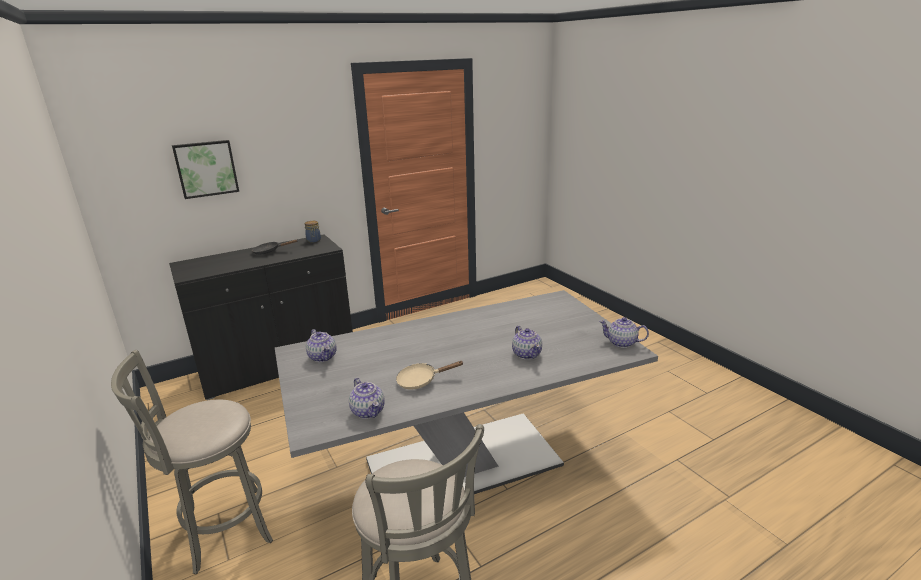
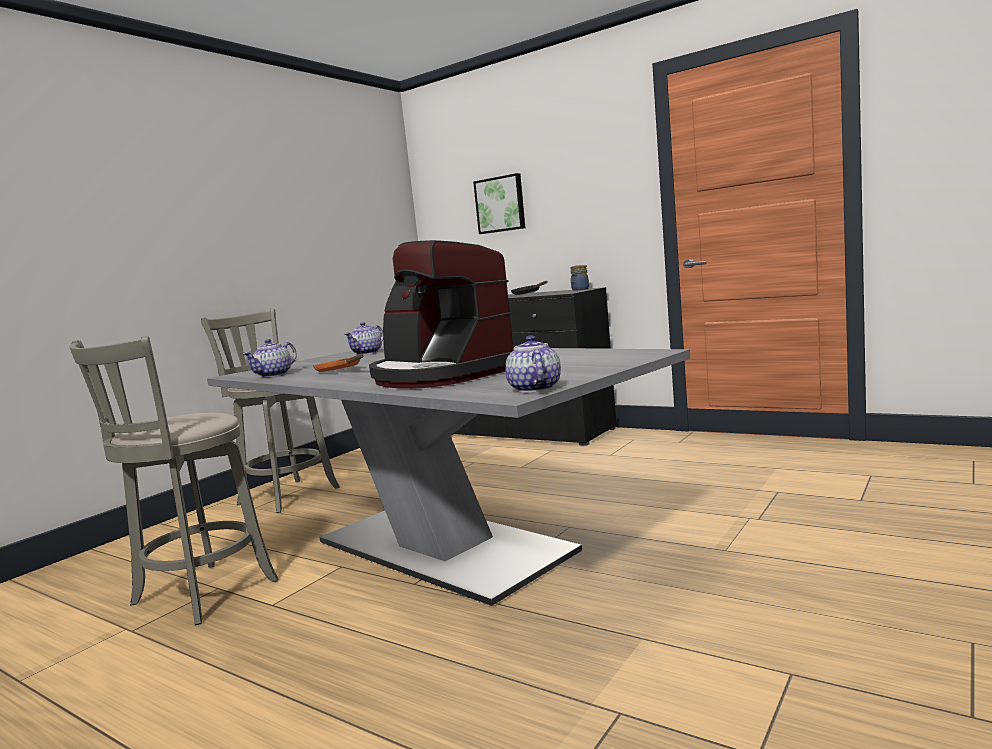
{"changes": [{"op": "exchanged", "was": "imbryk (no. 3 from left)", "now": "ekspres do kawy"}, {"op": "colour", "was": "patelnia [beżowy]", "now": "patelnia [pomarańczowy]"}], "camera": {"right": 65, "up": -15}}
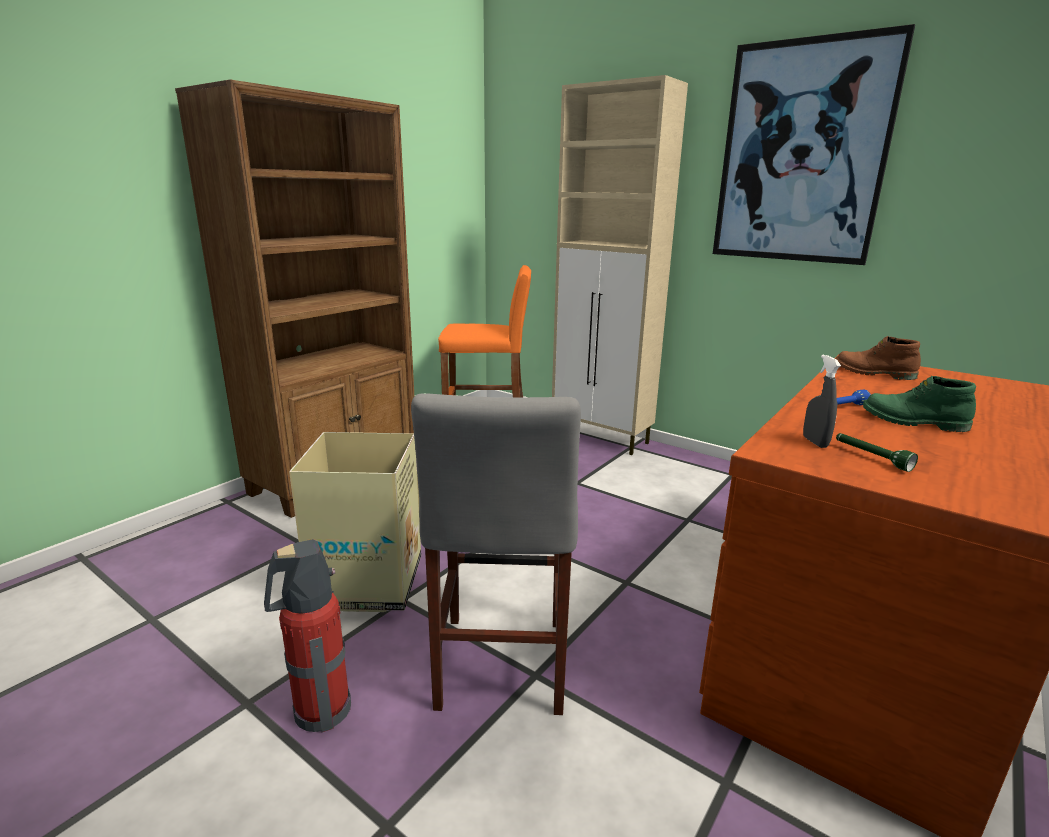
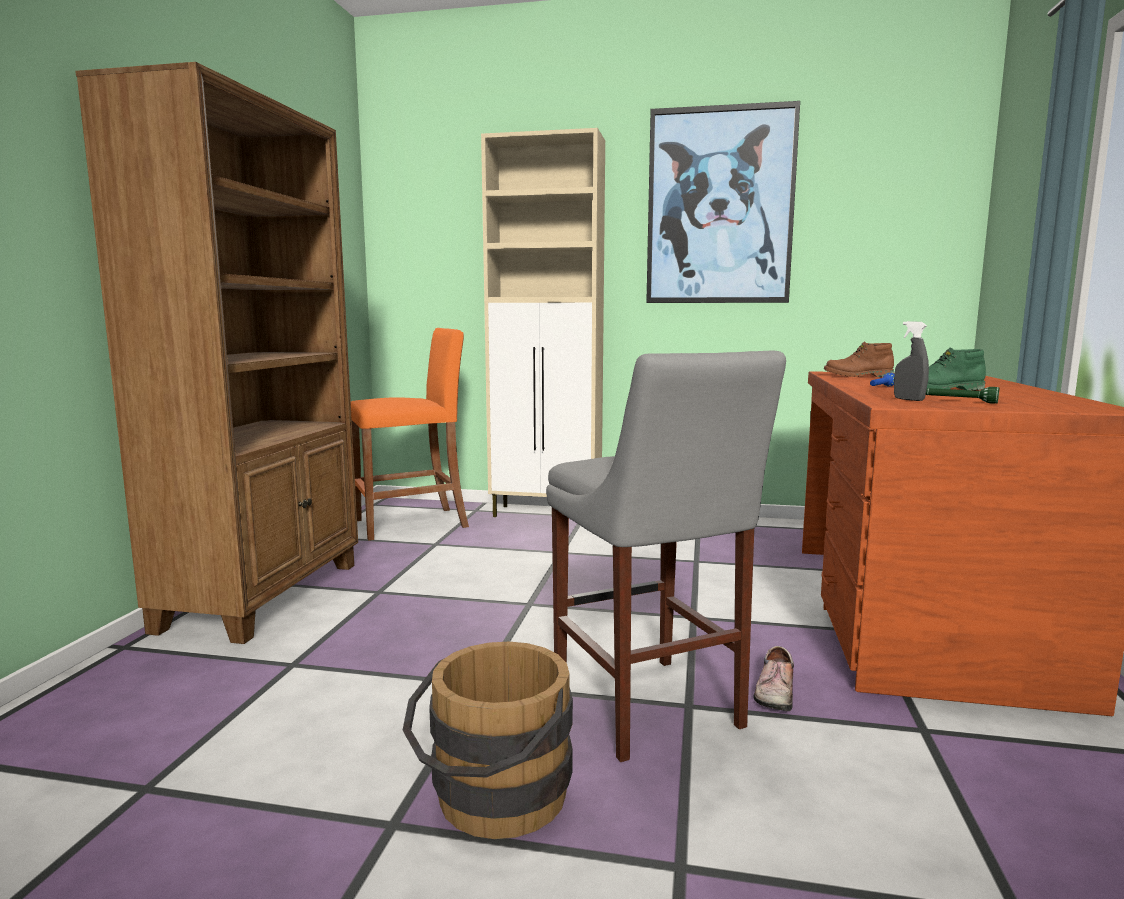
{"changes": [{"op": "missing", "was": "karton"}, {"op": "exchanged", "was": "gaśnica", "now": "wiadro [brązowy]"}, {"op": "appeared", "now": "but"}], "camera": {"right": -25, "up": -10}}
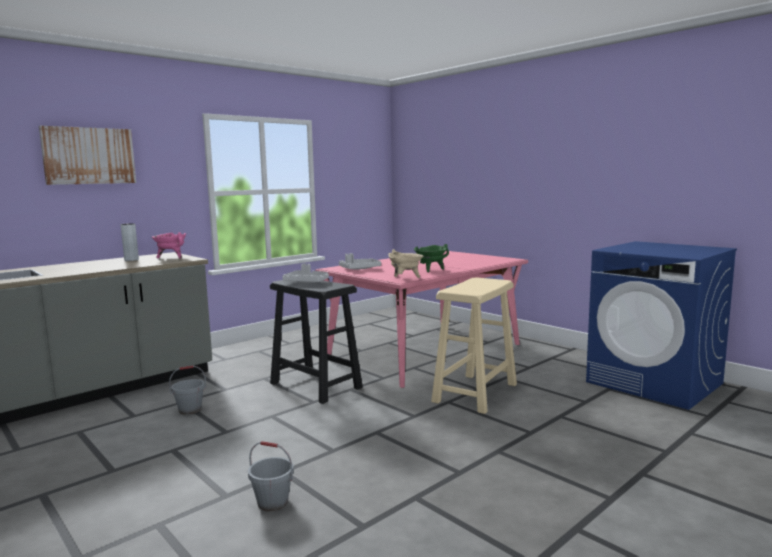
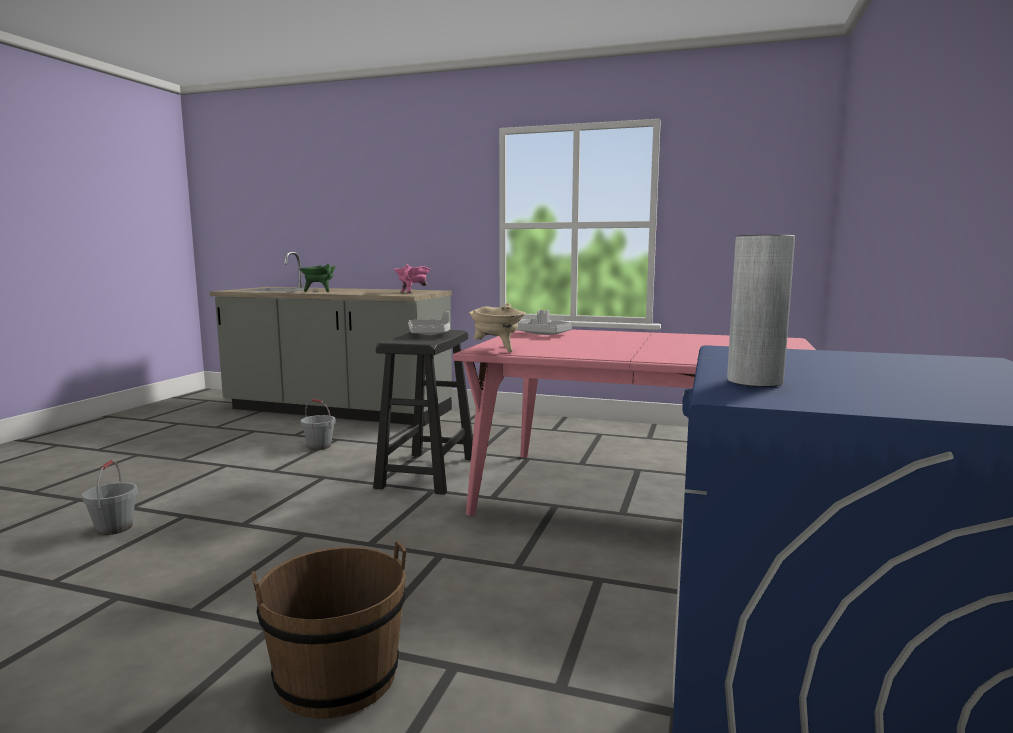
{"changes": [{"op": "missing", "was": "obraz"}, {"op": "relocated", "was": "wazon [szary]"}, {"op": "relocated", "was": "garnek [zielony]"}, {"op": "missing", "was": "stołek [beżowy]"}, {"op": "appeared", "now": "wiadro [brązowy]"}], "camera": {"right": 60, "up": 0}}
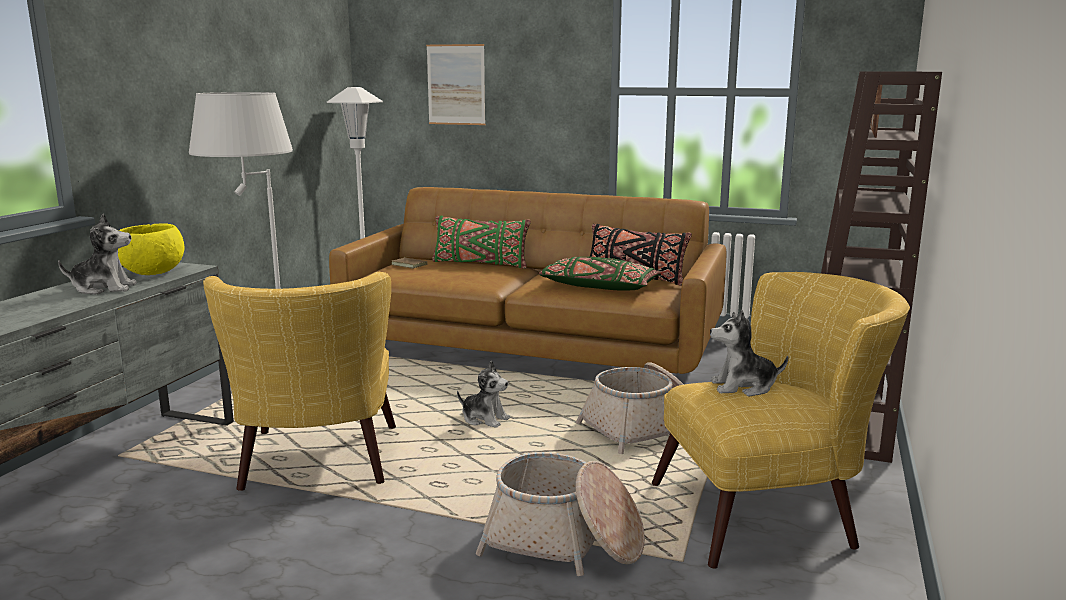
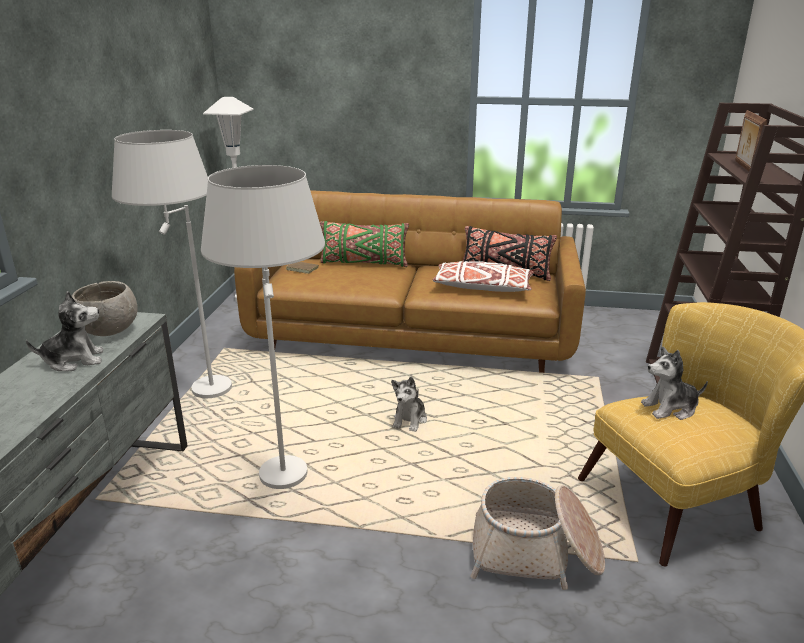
{"changes": [{"op": "missing", "was": "obraz"}, {"op": "colour", "was": "miska [żółty]", "now": "miska [szary]"}, {"op": "colour", "was": "poduszka [zielony] (no. 2 from left)", "now": "poduszka [biały]"}, {"op": "exchanged", "was": "fotel [żółty] (no. 1 from left)", "now": "lampa stojąca [biały] (no. 3 from left)"}, {"op": "spun", "was": "pluszak (no. 2 from left)", "clockwise": 90}, {"op": "missing", "was": "koszyk (no. 2 from left)"}], "camera": {"right": -10, "up": 10}}
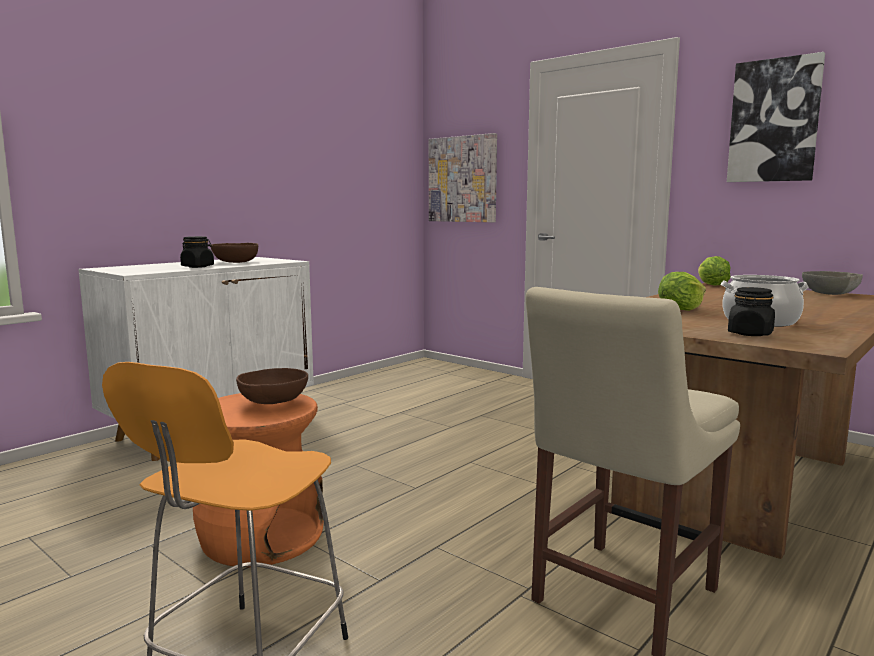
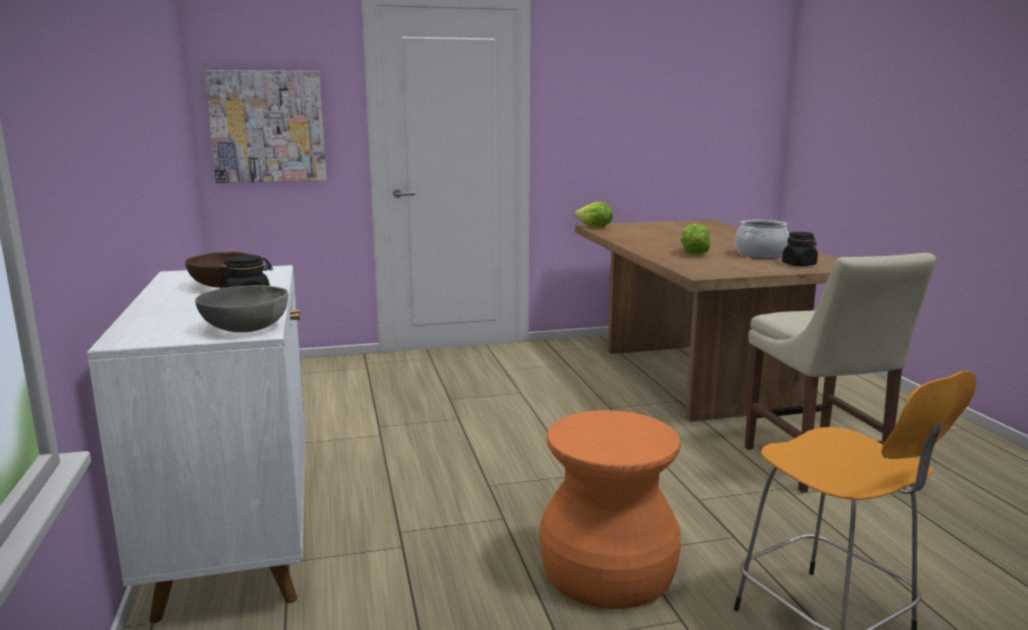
{"changes": [{"op": "missing", "was": "obraz (no. 2 from left)"}, {"op": "relocated", "was": "miska [szary]"}, {"op": "missing", "was": "miska [brązowy] (no. 2 from left)"}], "camera": {"right": -55, "up": 5}}
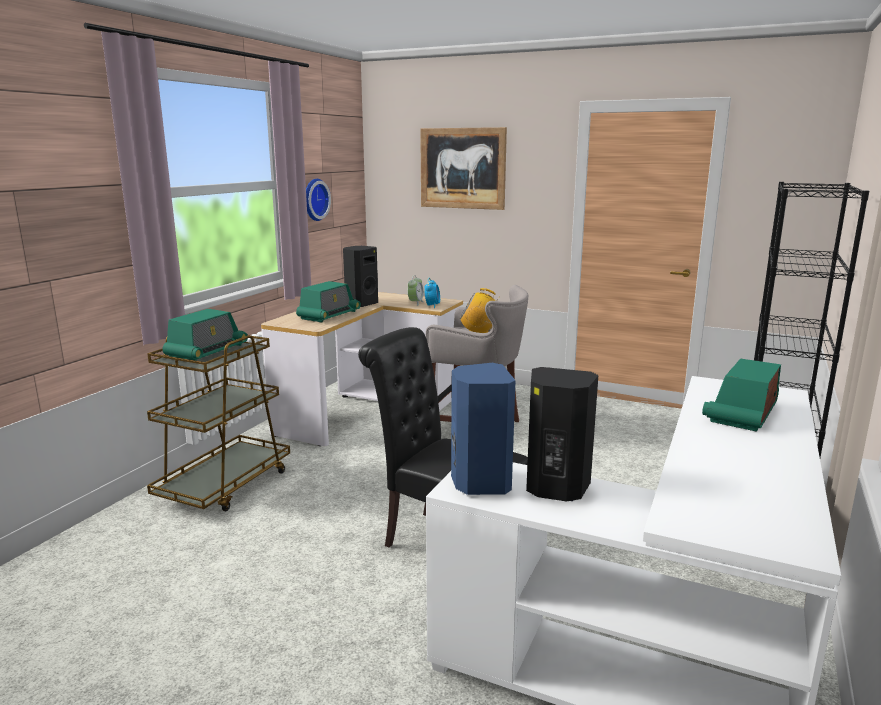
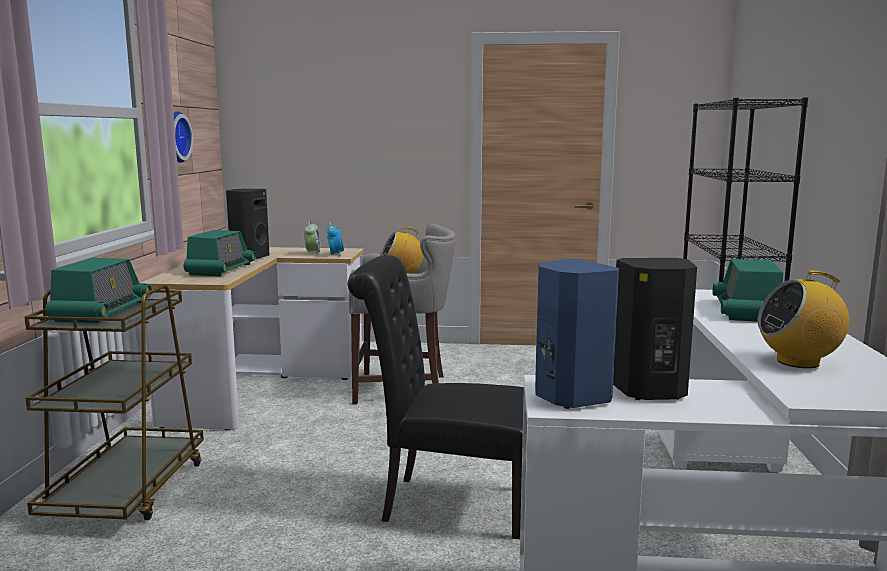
{"changes": [{"op": "missing", "was": "obraz"}, {"op": "appeared", "now": "radio (no. 5 from left)"}], "camera": {"right": -20, "up": -5}}
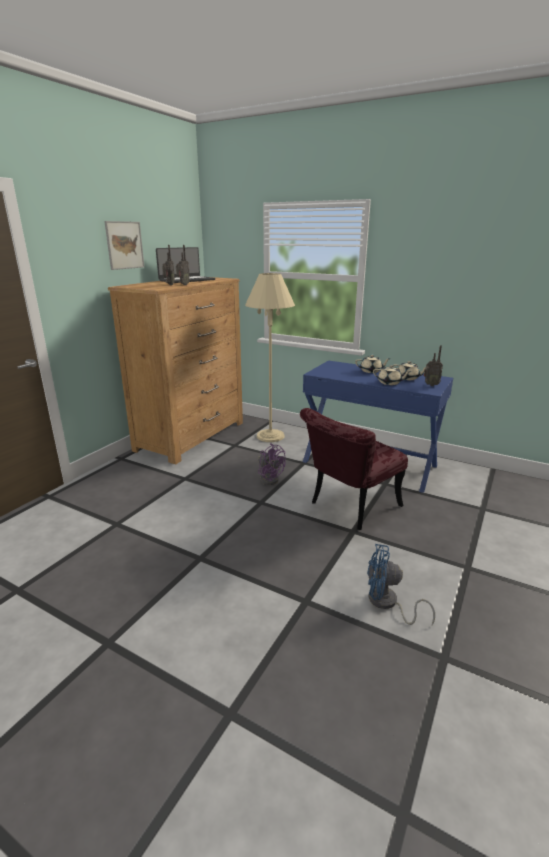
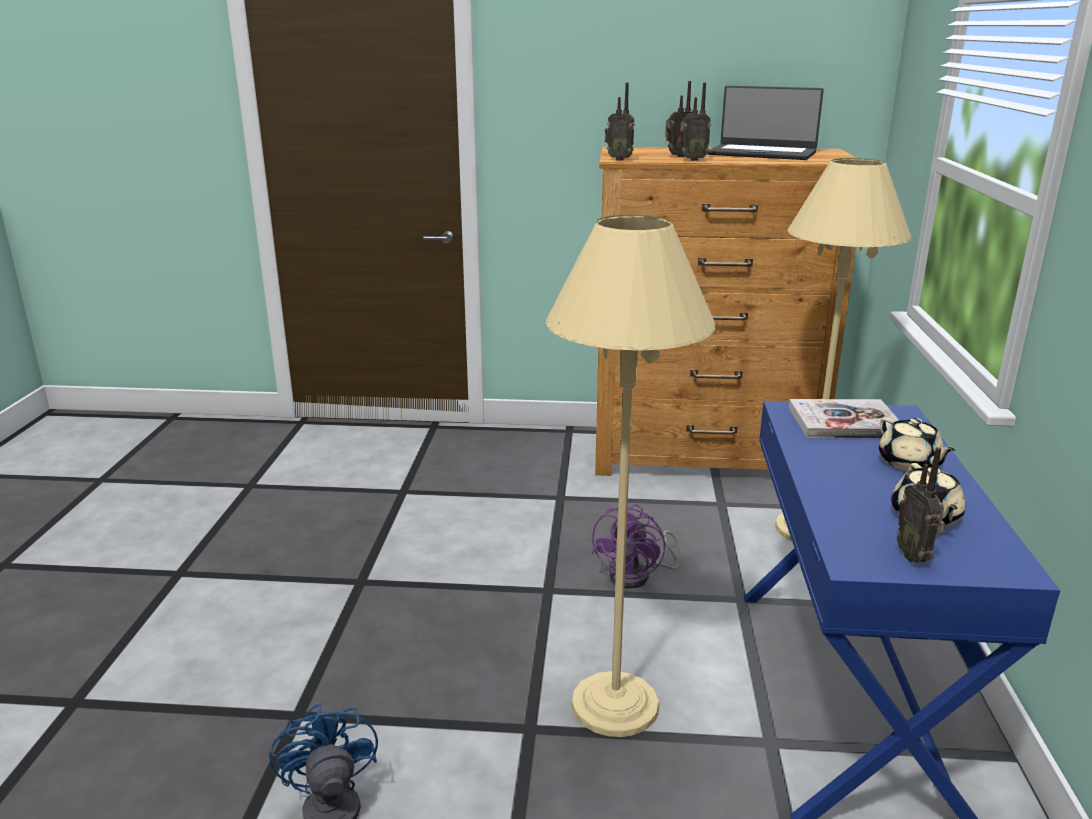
{"changes": [{"op": "missing", "was": "obraz"}, {"op": "missing", "was": "imbryk [beżowy] (no. 2 from left)"}, {"op": "exchanged", "was": "krzesło [czerwony]", "now": "lampa stojąca [beżowy] (no. 1 from left)"}, {"op": "appeared", "now": "radio (no. 1 from left)"}, {"op": "appeared", "now": "książka"}], "camera": {"right": 65, "up": 0}}
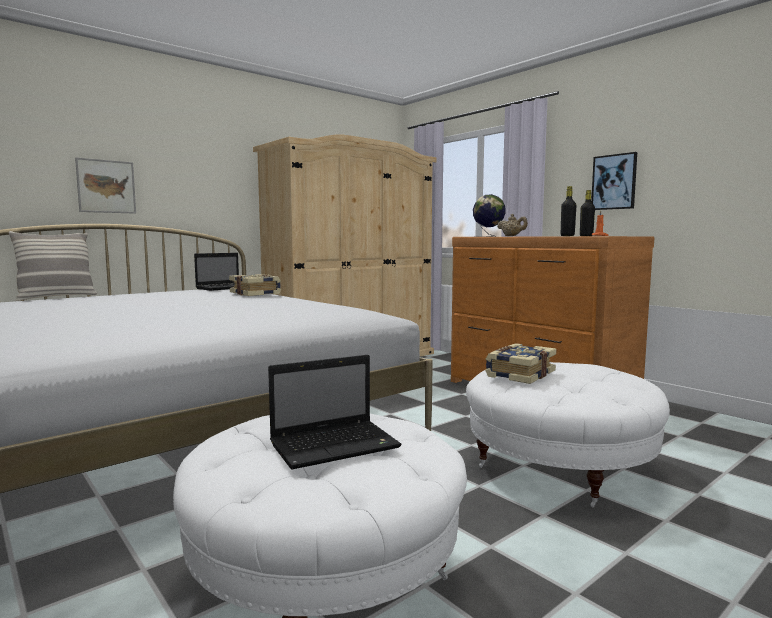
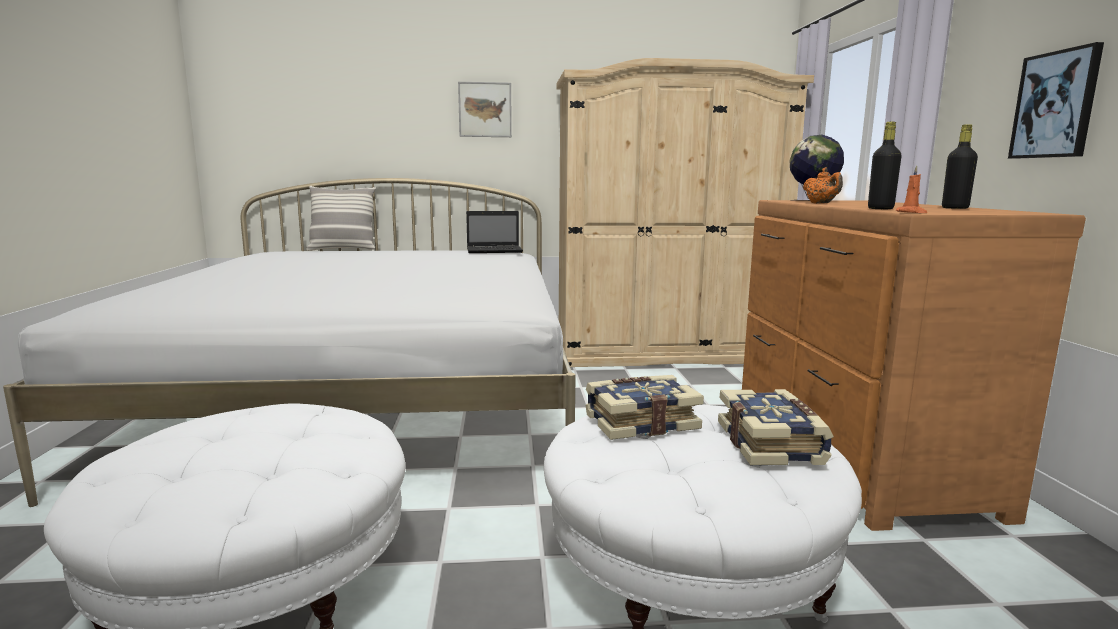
{"changes": [{"op": "relocated", "was": "obraz (no. 1 from left)"}, {"op": "colour", "was": "imbryk [beżowy]", "now": "imbryk [pomarańczowy]"}, {"op": "relocated", "was": "książka (no. 1 from left in the first image)", "now": "książka (no. 2 from left)"}, {"op": "missing", "was": "laptop (no. 2 from left)"}], "camera": {"right": 35, "up": 5}}
